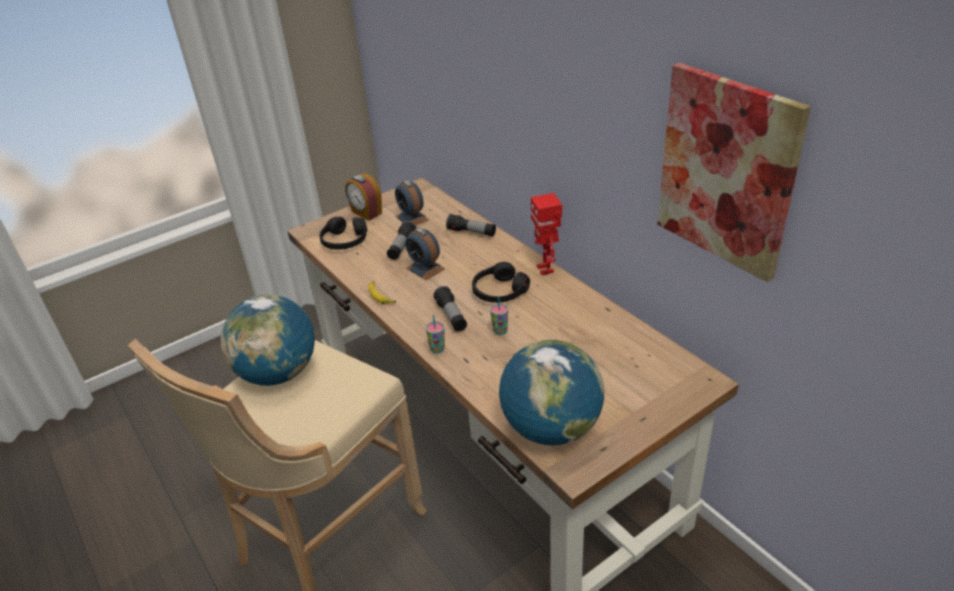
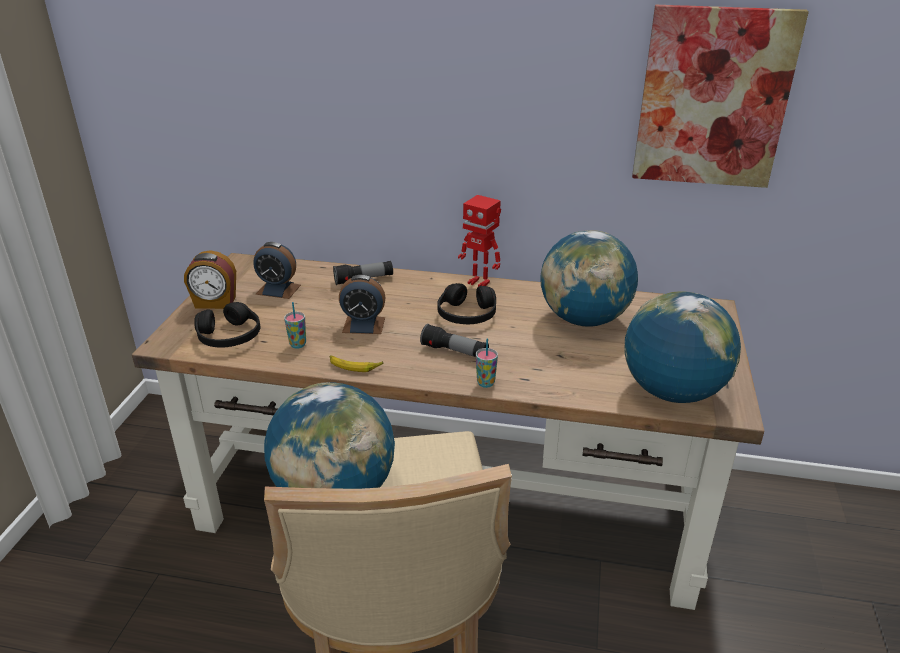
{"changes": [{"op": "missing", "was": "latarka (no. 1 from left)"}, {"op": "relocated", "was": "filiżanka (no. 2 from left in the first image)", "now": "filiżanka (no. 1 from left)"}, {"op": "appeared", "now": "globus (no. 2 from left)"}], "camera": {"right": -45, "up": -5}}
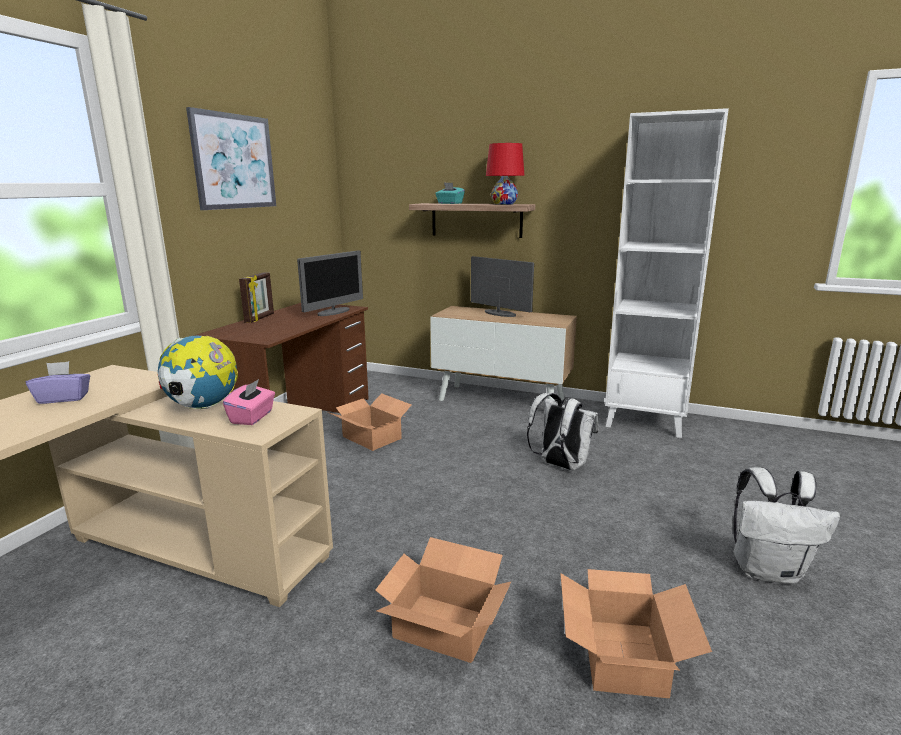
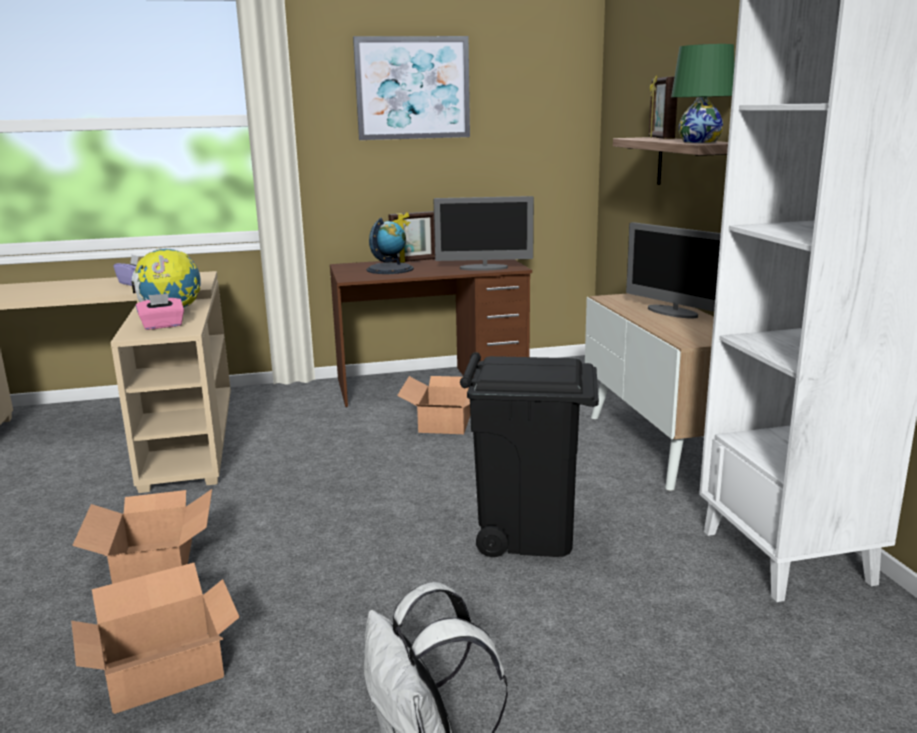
{"changes": [{"op": "colour", "was": "lampa stołowa [czerwony]", "now": "lampa stołowa [zielony]"}, {"op": "exchanged", "was": "pudełko chusteczek [turkusowy]", "now": "ramka na zdjęcie (no. 2 from left)"}, {"op": "spun", "was": "monitor (no. 2 from left)", "clockwise": 135}, {"op": "exchanged", "was": "plecak [biały] (no. 1 from left)", "now": "kosz na śmieci [czarny]"}, {"op": "appeared", "now": "globus (no. 2 from left)"}], "camera": {"right": 55, "up": 0}}
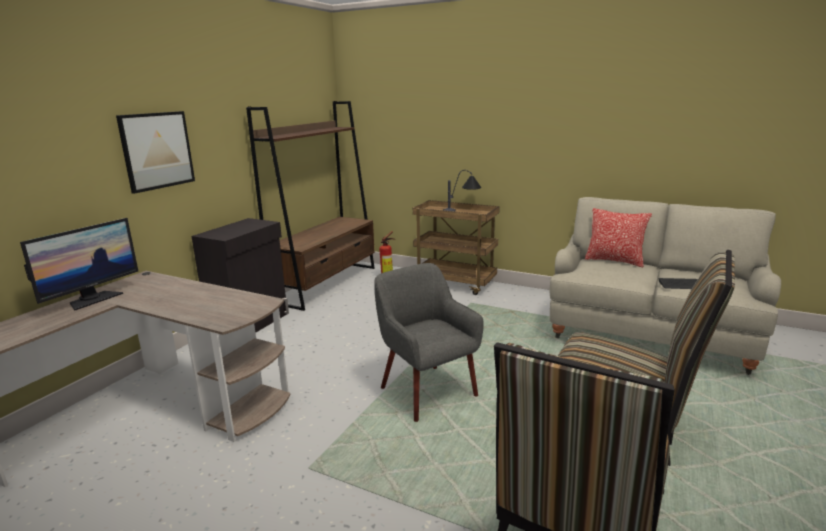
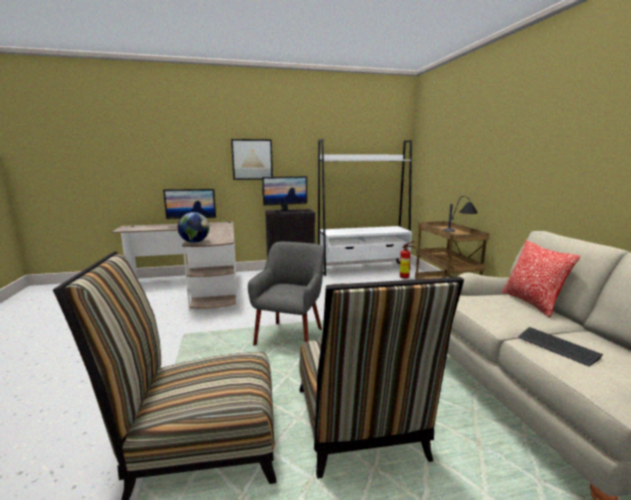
{"changes": [{"op": "colour", "was": "regał [brązowy]", "now": "regał [biały]"}, {"op": "appeared", "now": "monitor (no. 2 from left)"}, {"op": "appeared", "now": "globus"}], "camera": {"right": 50, "up": -5}}
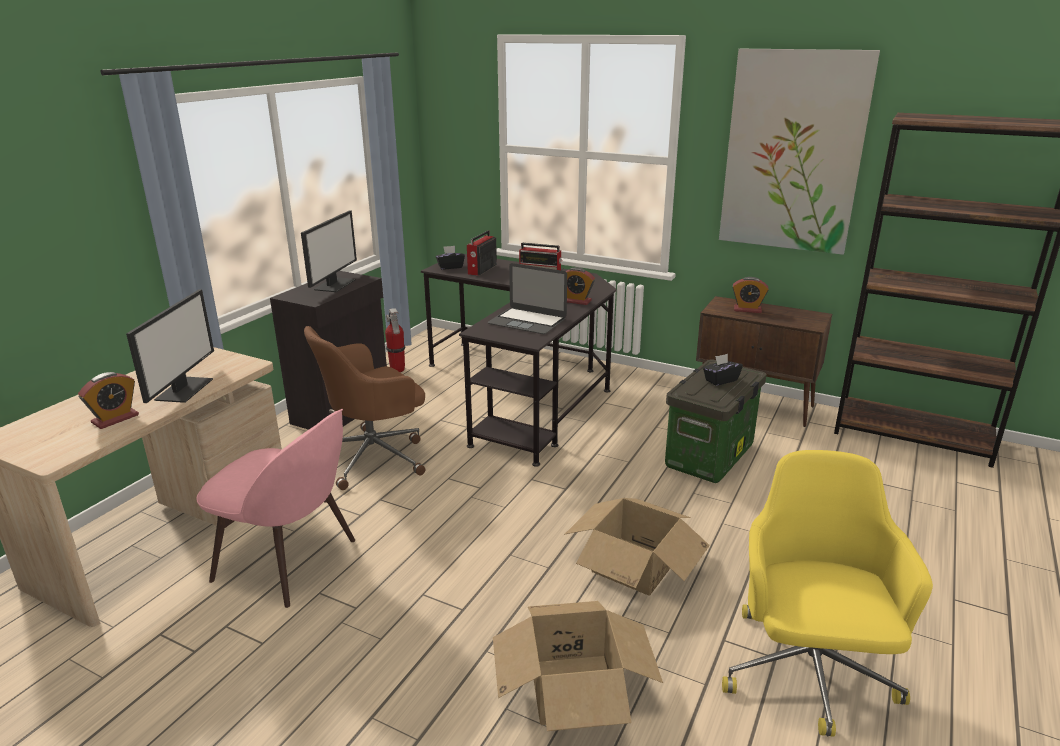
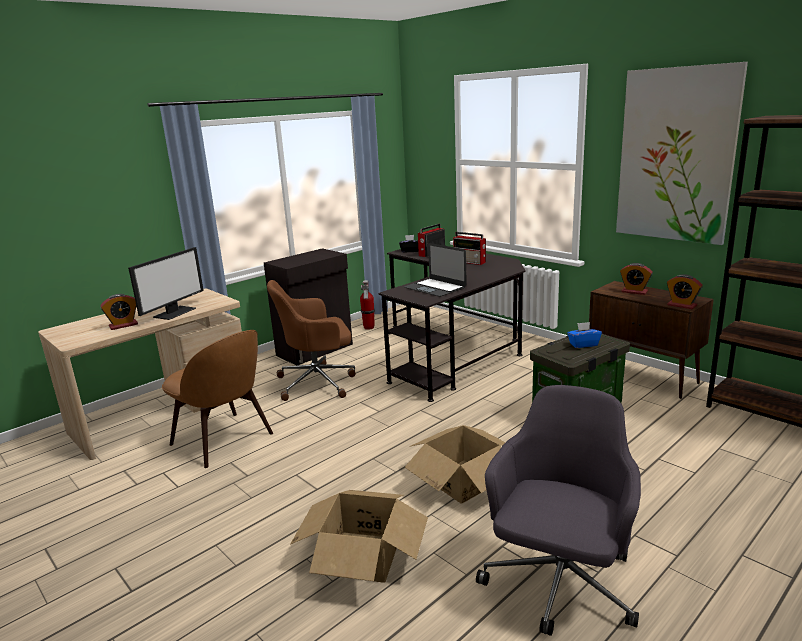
{"changes": [{"op": "missing", "was": "monitor (no. 2 from left)"}, {"op": "relocated", "was": "budzik (no. 2 from left in the first image)", "now": "budzik (no. 3 from left)"}, {"op": "colour", "was": "pudełko chusteczek [czarny] (no. 2 from left)", "now": "pudełko chusteczek [niebieski]"}, {"op": "colour", "was": "krzesło [różowy]", "now": "krzesło [brązowy]"}, {"op": "colour", "was": "krzesło biurowe [żółty]", "now": "krzesło biurowe [szary]"}], "camera": {"right": 20, "up": -5}}
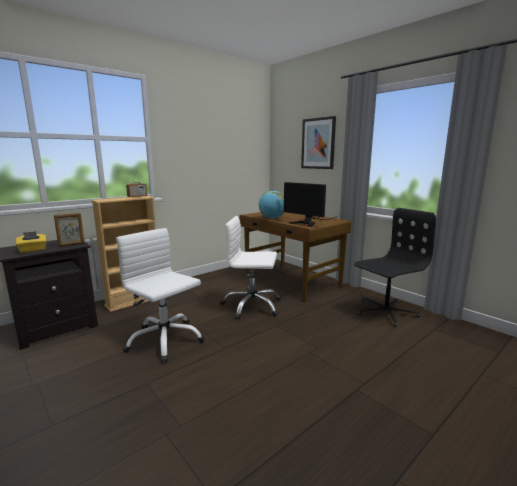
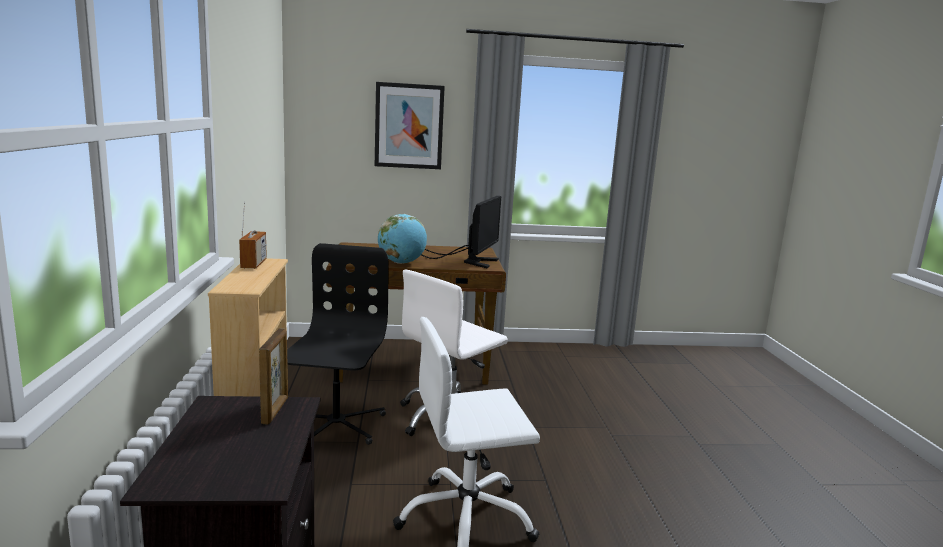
{"changes": [{"op": "spun", "was": "monitor", "clockwise": -60}, {"op": "relocated", "was": "krzesło biurowe [czarny]"}, {"op": "missing", "was": "pudełko chusteczek [żółty]"}], "camera": {"right": -55, "up": 0}}
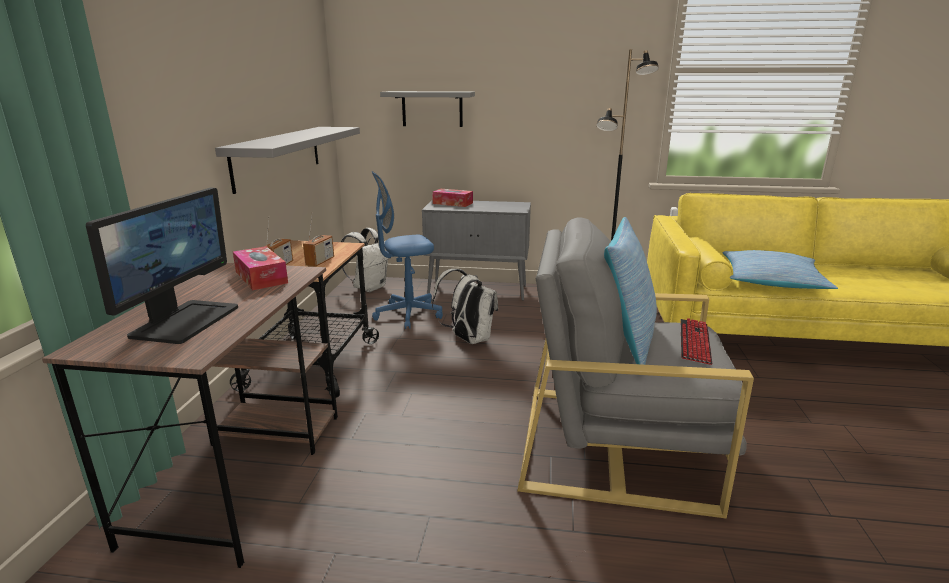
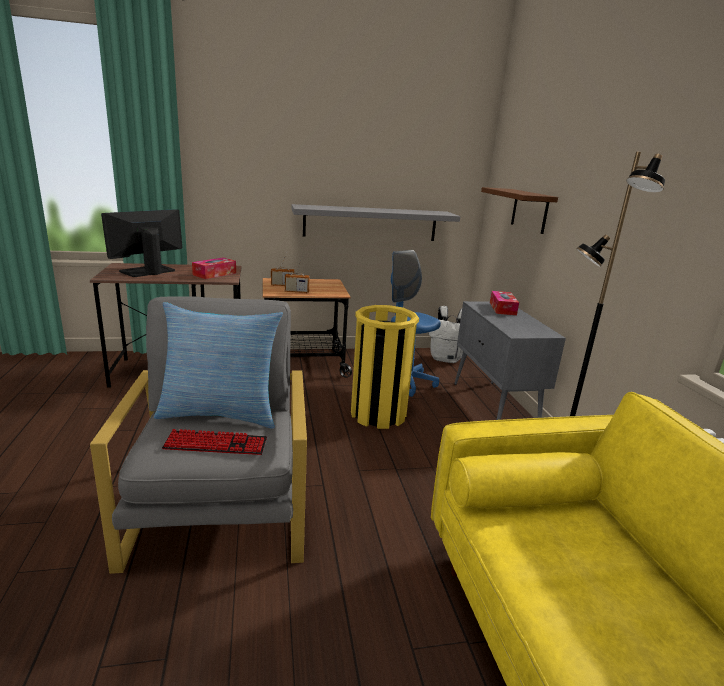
{"changes": [{"op": "colour", "was": "półka [szary] (no. 2 from left)", "now": "półka [brązowy]"}, {"op": "spun", "was": "monitor", "clockwise": 135}, {"op": "missing", "was": "poduszka (no. 2 from left)"}, {"op": "exchanged", "was": "plecak [biały] (no. 2 from left)", "now": "kosz na śmieci [żółty]"}], "camera": {"right": 70, "up": 0}}
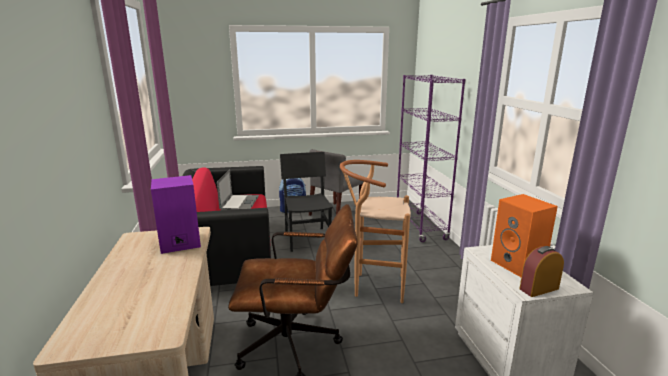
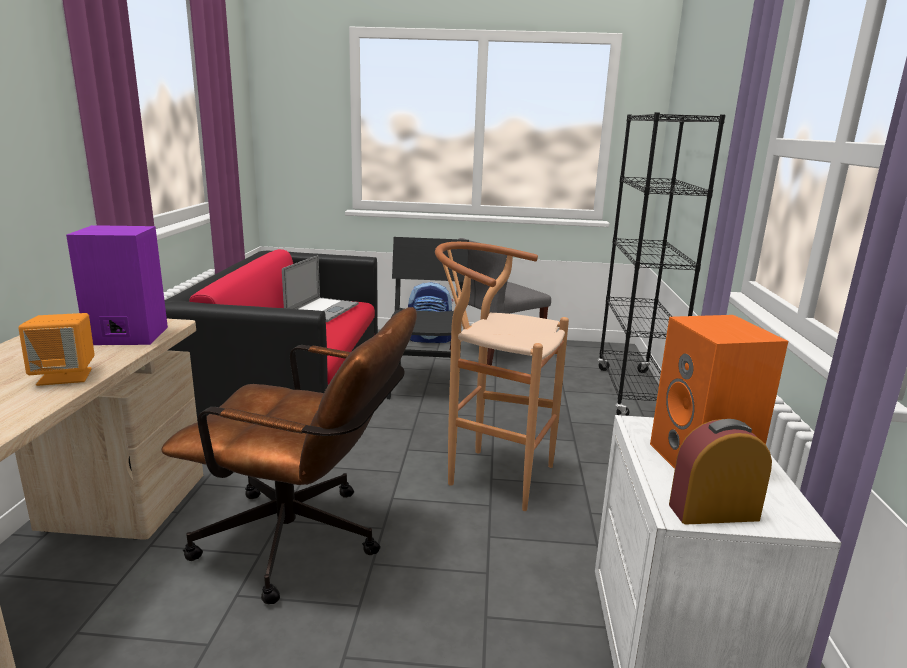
{"changes": [{"op": "colour", "was": "regał [fioletowy]", "now": "regał [czarny]"}, {"op": "appeared", "now": "głośnik [pomarańczowy] (no. 1 from left)"}], "camera": {"right": 15, "up": 0}}
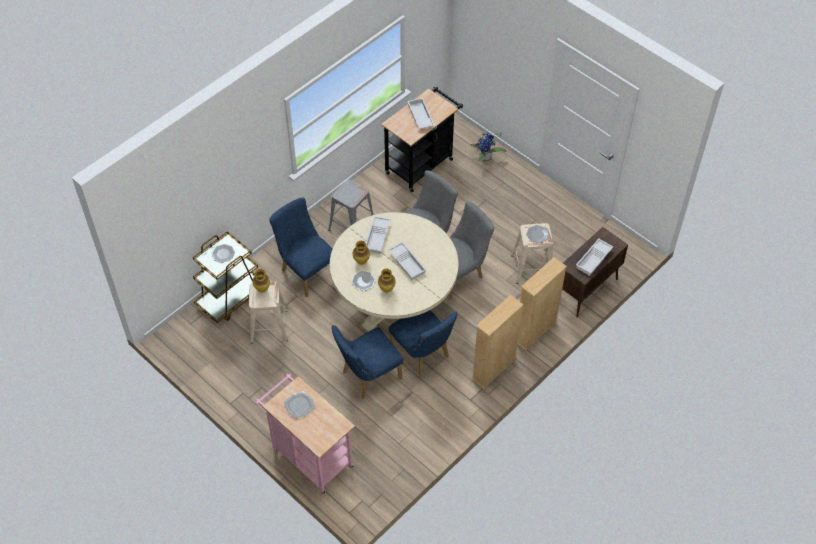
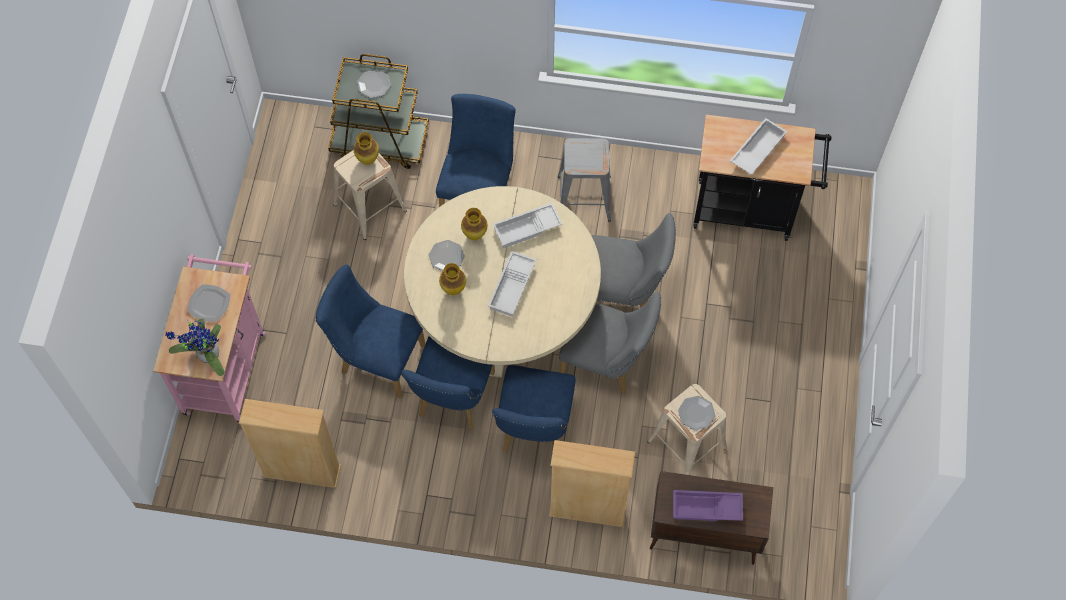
{"changes": [{"op": "relocated", "was": "roślina doniczkowa"}, {"op": "colour", "was": "taca [biały] (no. 4 from left)", "now": "taca [fioletowy]"}, {"op": "relocated", "was": "regał [beżowy] (no. 1 from left)"}, {"op": "appeared", "now": "krzesło [niebieski] (no. 4 from left)"}], "camera": {"right": 55, "up": 10}}
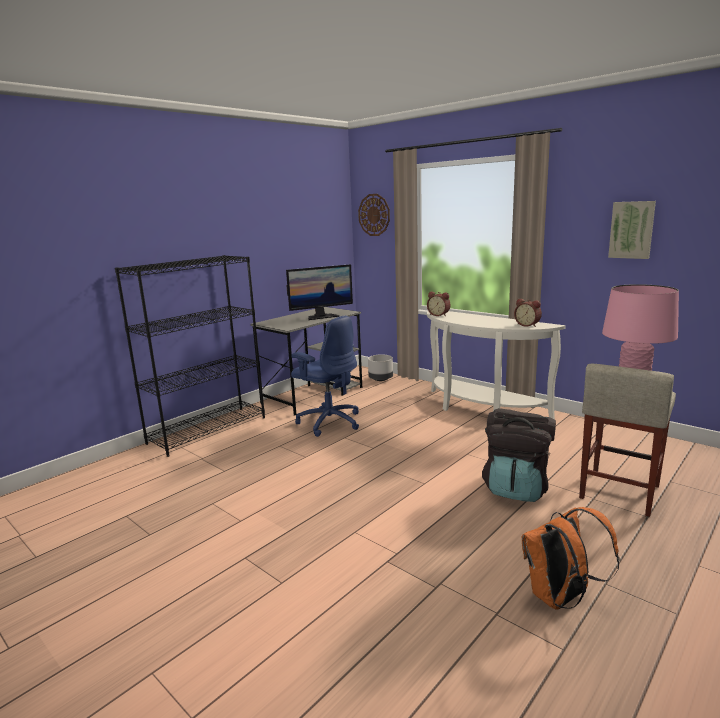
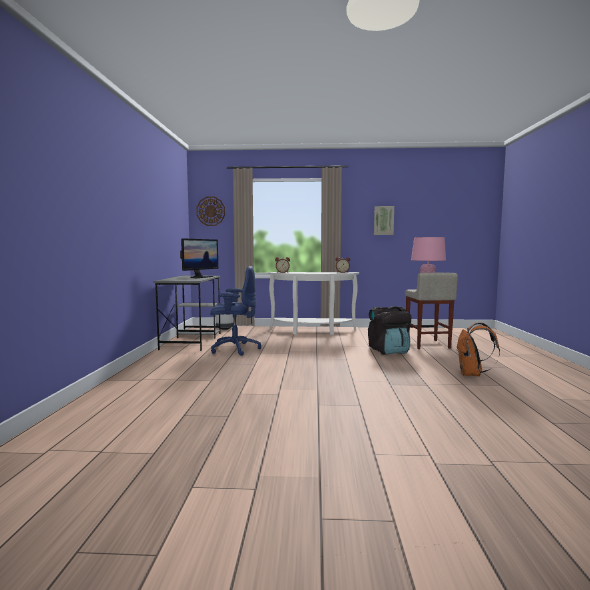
{"changes": [{"op": "missing", "was": "regał [czarny]"}], "camera": {"right": -40, "up": -10}}
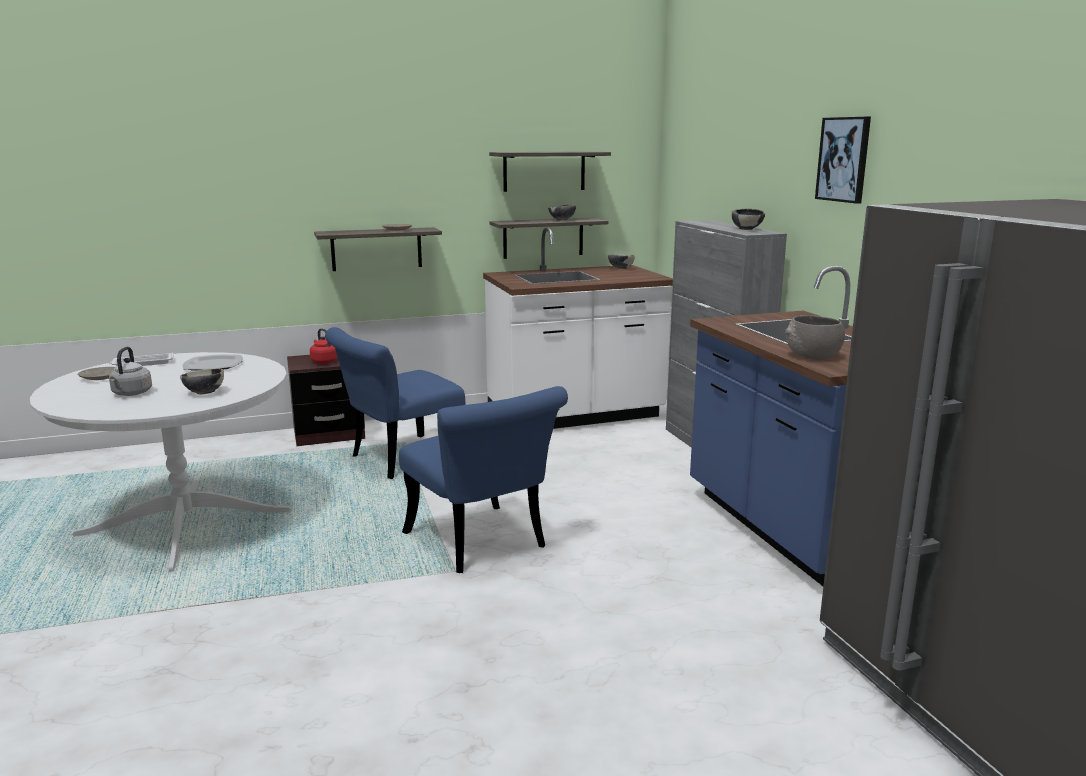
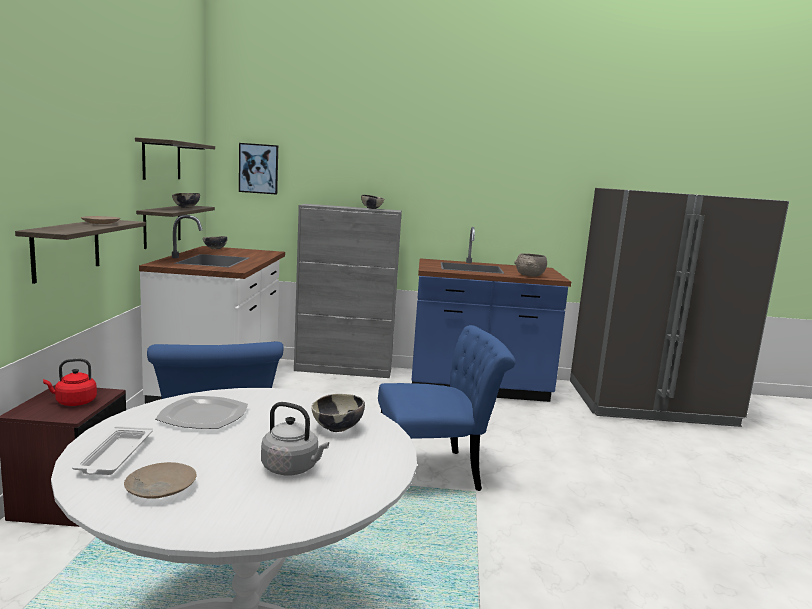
{"changes": [{"op": "relocated", "was": "obraz"}], "camera": {"right": -70, "up": -5}}
